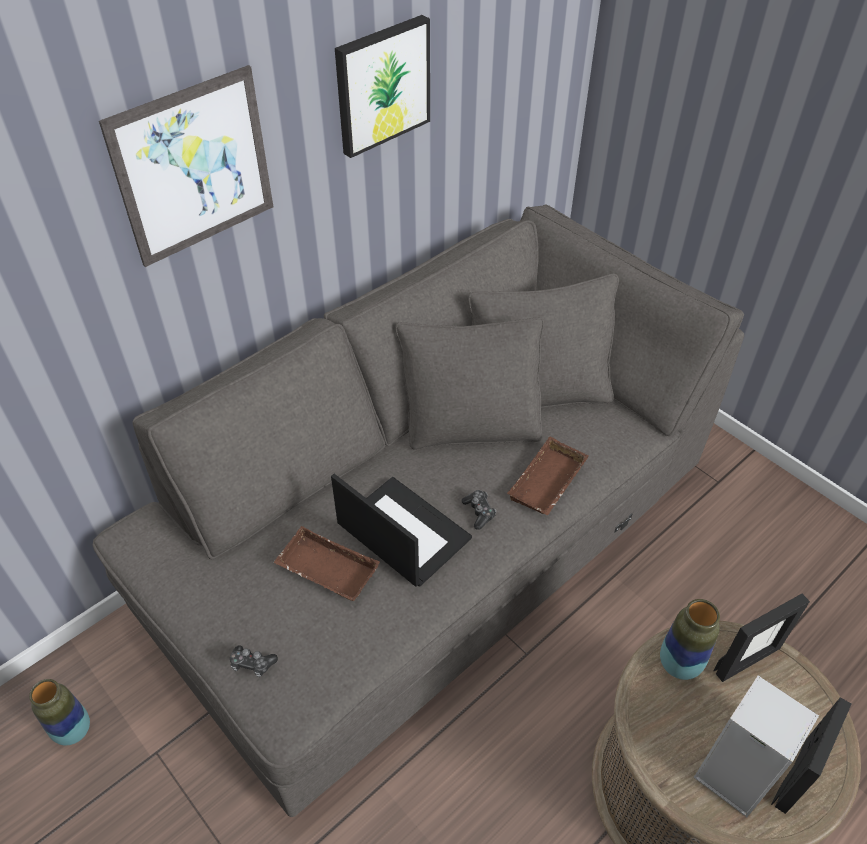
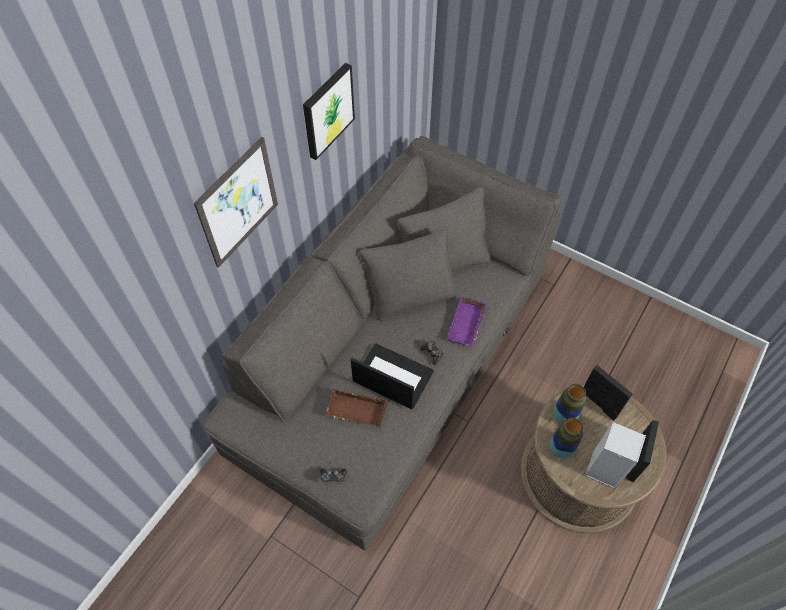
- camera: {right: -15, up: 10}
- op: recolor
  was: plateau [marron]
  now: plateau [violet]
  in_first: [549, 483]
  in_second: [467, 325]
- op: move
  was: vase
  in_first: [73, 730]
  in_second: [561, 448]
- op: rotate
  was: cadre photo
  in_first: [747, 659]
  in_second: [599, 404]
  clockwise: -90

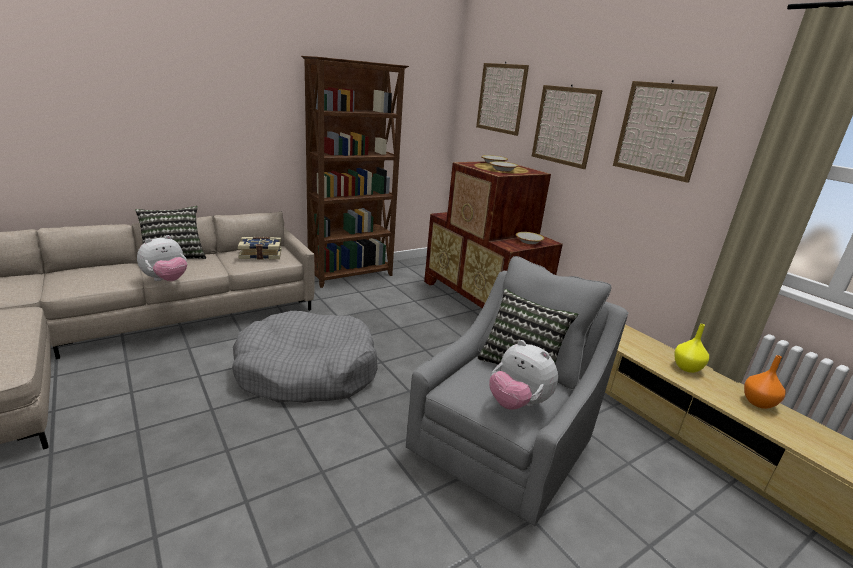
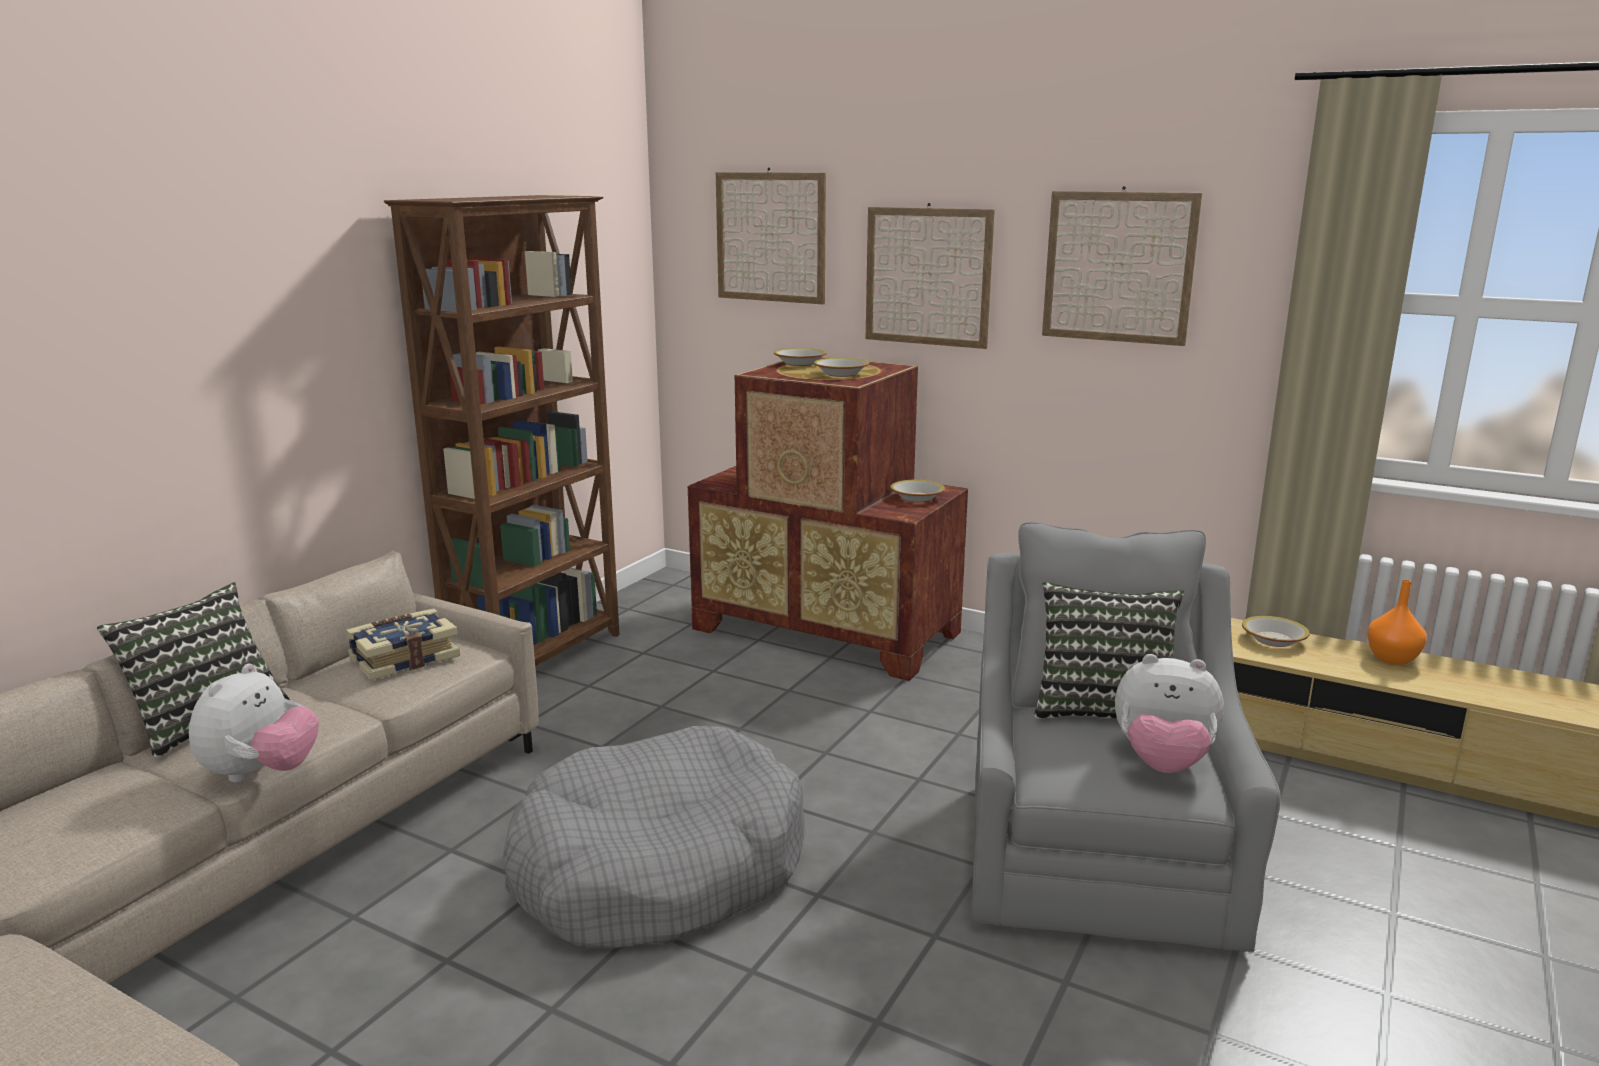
- camera: {right: -25, up: -5}
- op: replace
  was: vase [jaune]
  now: bol
  in_first: [687, 368]
  in_second: [1274, 640]

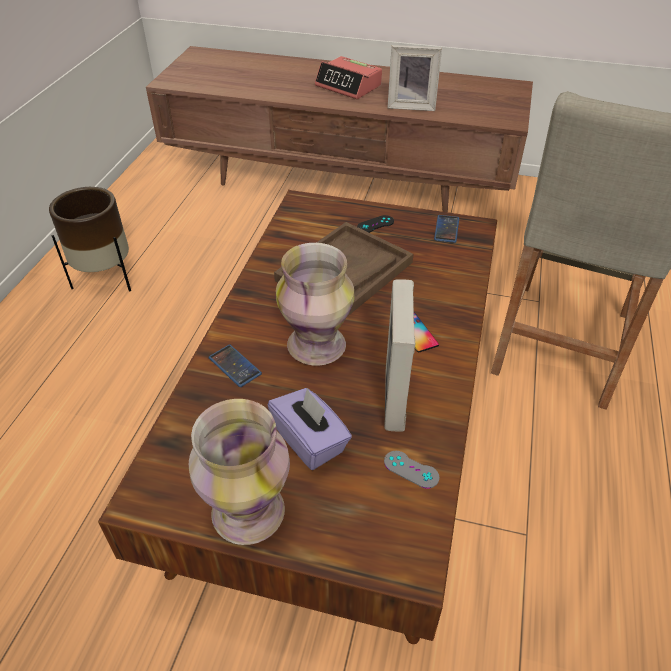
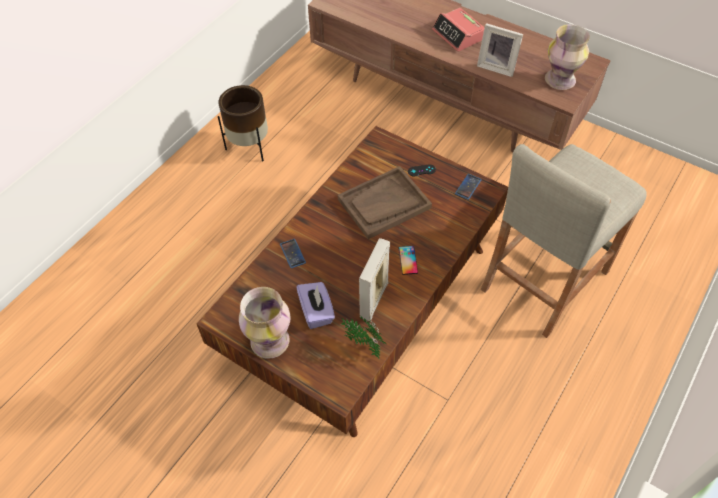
- camera: {right: 20, up: 10}
- op: replace
  was: manette [gris]
  now: plante en pot
  in_first: [411, 469]
  in_second: [363, 344]
- op: move
  was: vase
  in_first: [318, 345]
  in_second: [560, 80]

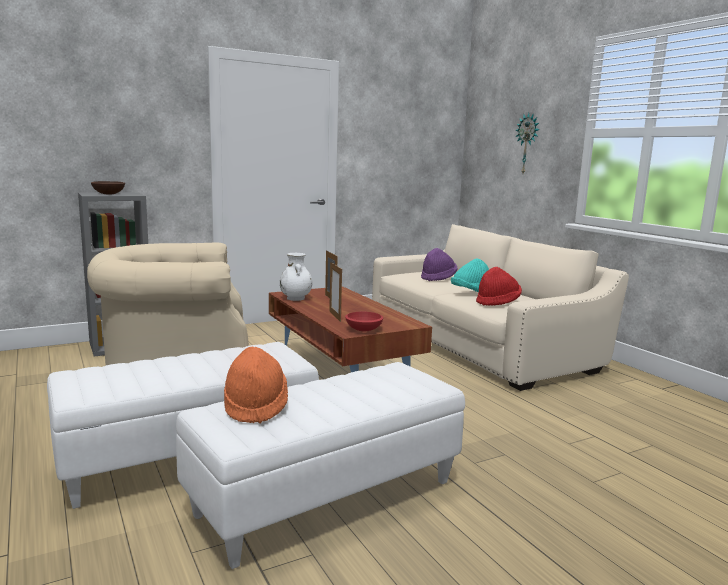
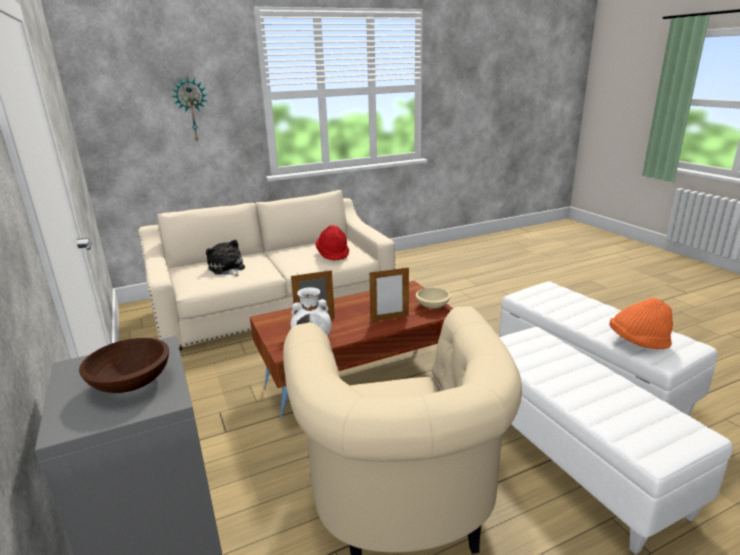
- camera: {right: -85, up: 10}
- op: replace
  was: chapeau [violet]
  now: peluche
  in_first: [438, 278]
  in_second: [227, 269]
- op: recolor
  was: bol [rouge]
  now: bol [beige]
  in_first: [363, 329]
  in_second: [433, 306]
- op: delete
  was: chapeau [turquoise]
  in_first: [470, 293]

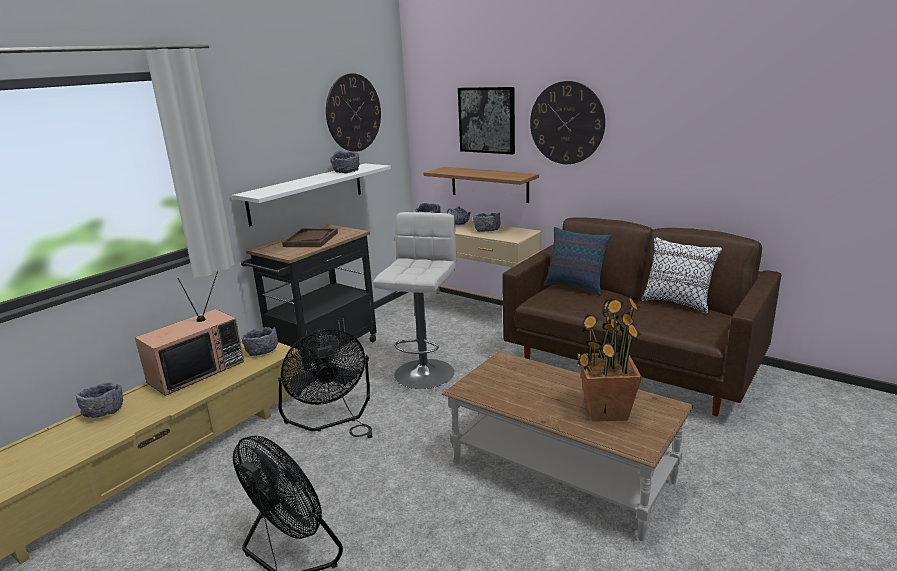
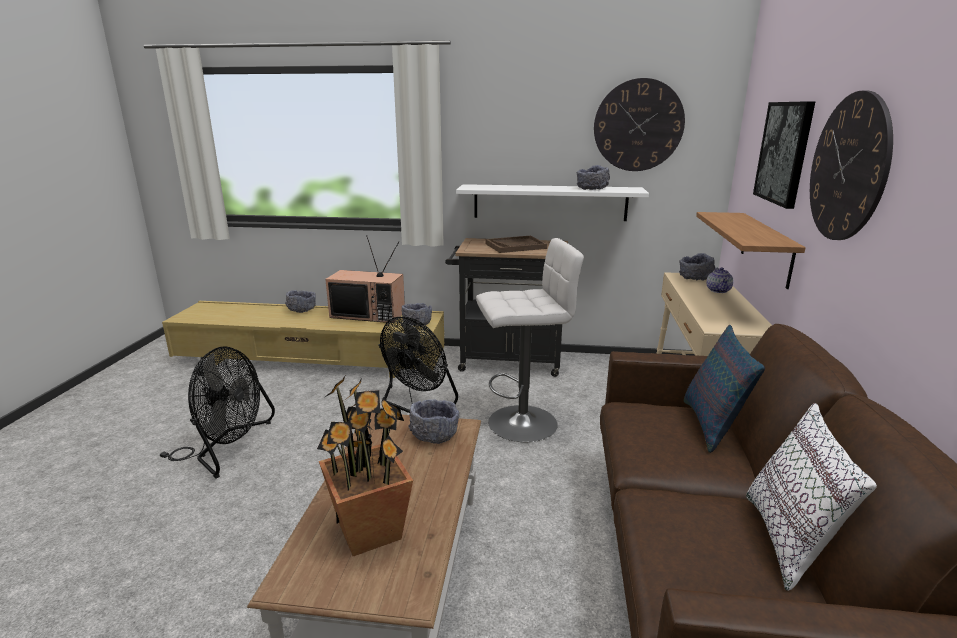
- camera: {right: 60, up: 0}
- op: move
  was: bol [gris]
  in_first: [487, 230]
  in_second: [434, 434]

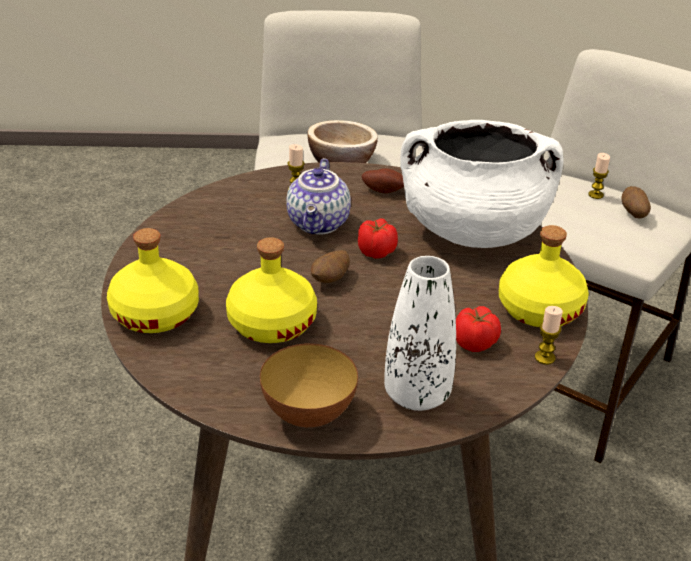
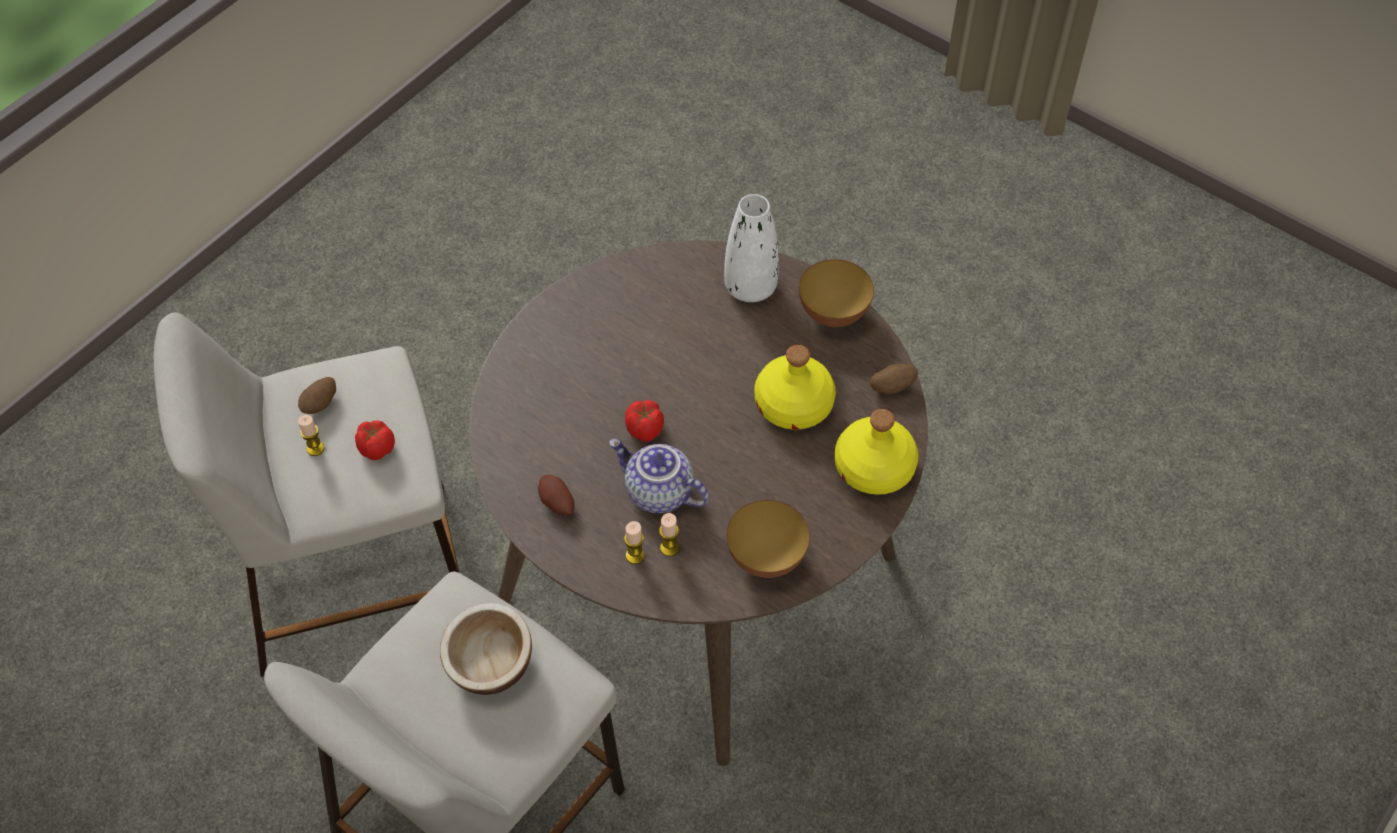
- camera: {right: -140, up: 20}
- op: move
  was: tomate
  in_first: [475, 343]
  in_second: [376, 447]
- op: rotate
  was: théière
  in_first: [319, 224]
  in_second: [657, 493]
  clockwise: -105
- op: move
  was: bougie
  in_first: [544, 358]
  in_second: [669, 548]
- op: insert
  now: bol
  in_second: [766, 558]
- op: move
  was: pomme de terre
  in_first: [330, 280]
  in_second: [892, 387]
- op: delete
  was: marmite [blanc]
  in_first: [473, 230]
- op: delete
  was: bouteille [jaune]
  in_first: [539, 308]

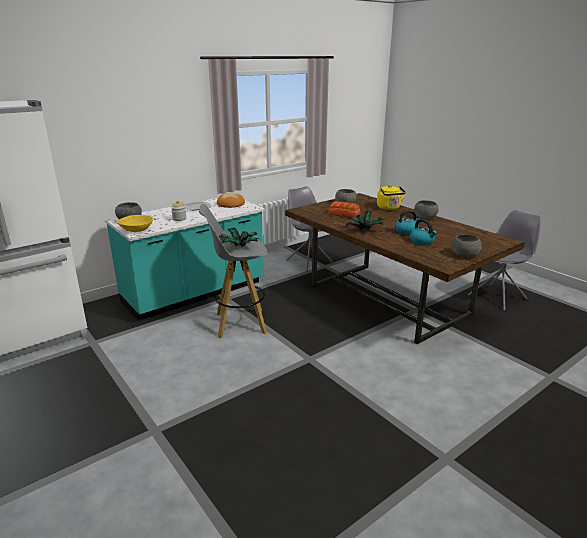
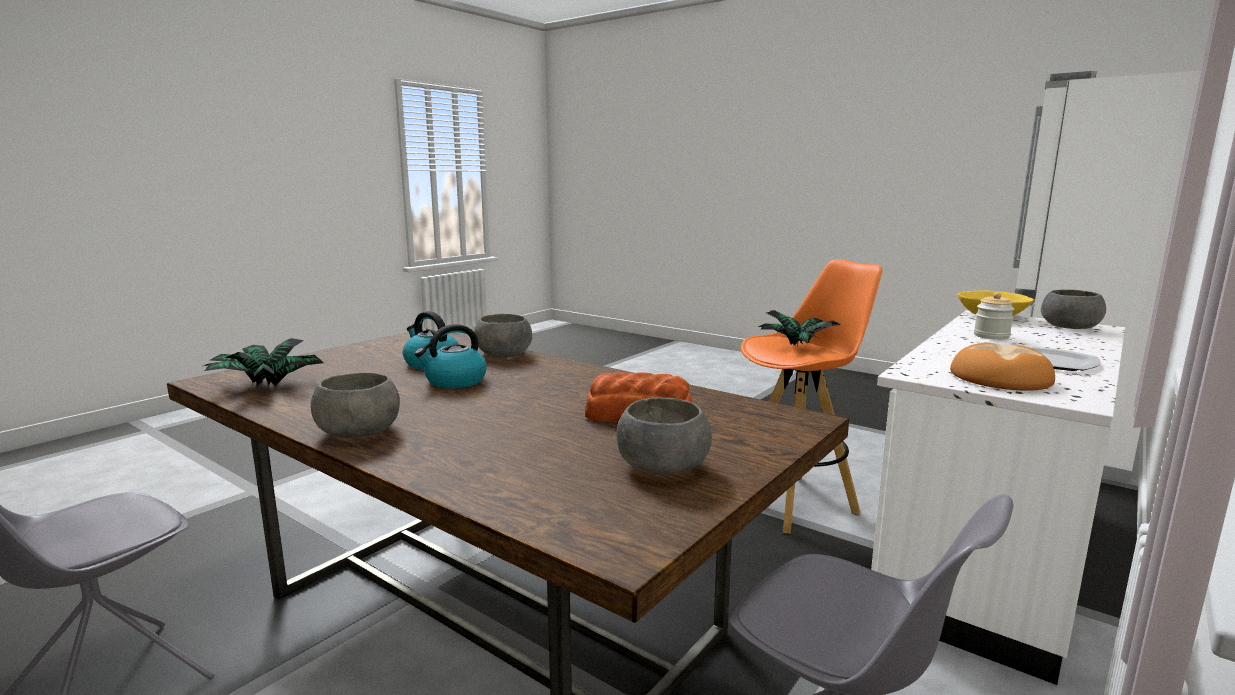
- camera: {right: 165, up: -10}
- op: move
  was: plante en pot
  in_first: [364, 230]
  in_second: [266, 385]
- op: move
  was: bol [gris]
  in_first: [464, 255]
  in_second: [504, 354]
- op: recolor
  was: tabouret [gris]
  now: tabouret [orange]
  in_first: [239, 323]
  in_second: [796, 503]
- op: recolor
  was: comptoir de cuisine [turquoise]
  now: comptoir de cuisine [blanc]
  in_first: [195, 293]
  in_second: [987, 554]
- op: delete
  was: bouilloire [jaune]
  in_first: [389, 208]

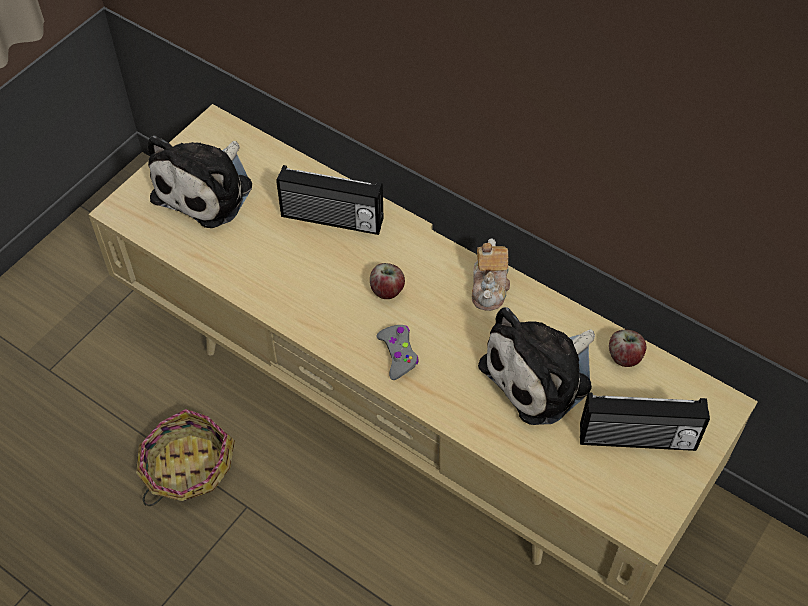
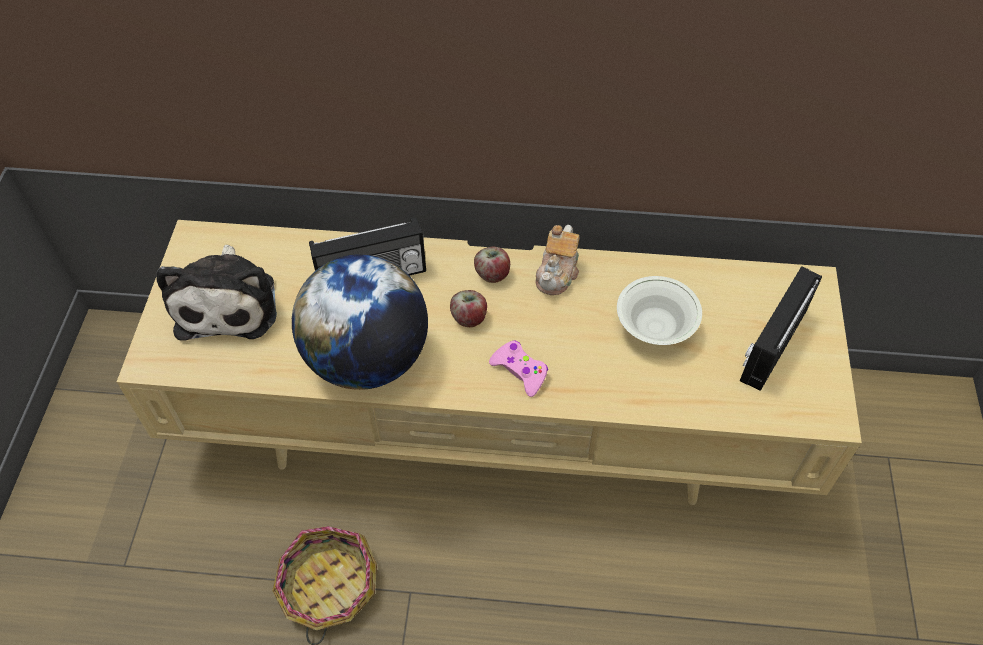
- camera: {right: -30, up: 0}
- op: insert
  now: globe
  in_second: [368, 358]
- op: move
  was: pomme
  in_first: [624, 357]
  in_second: [492, 274]
- op: recolor
  was: manette [gris]
  now: manette [rose]
  in_first: [398, 354]
  in_second: [520, 371]
- op: rotate
  was: théière
  in_first: [490, 287]
  in_second: [557, 273]
  clockwise: 45
- op: replace
  was: peluche
  now: bol [blanc]
  in_first: [541, 374]
  in_second: [655, 328]
- op: rotate
  was: radio
  in_first: [637, 440]
  in_second: [770, 345]
  clockwise: 150

